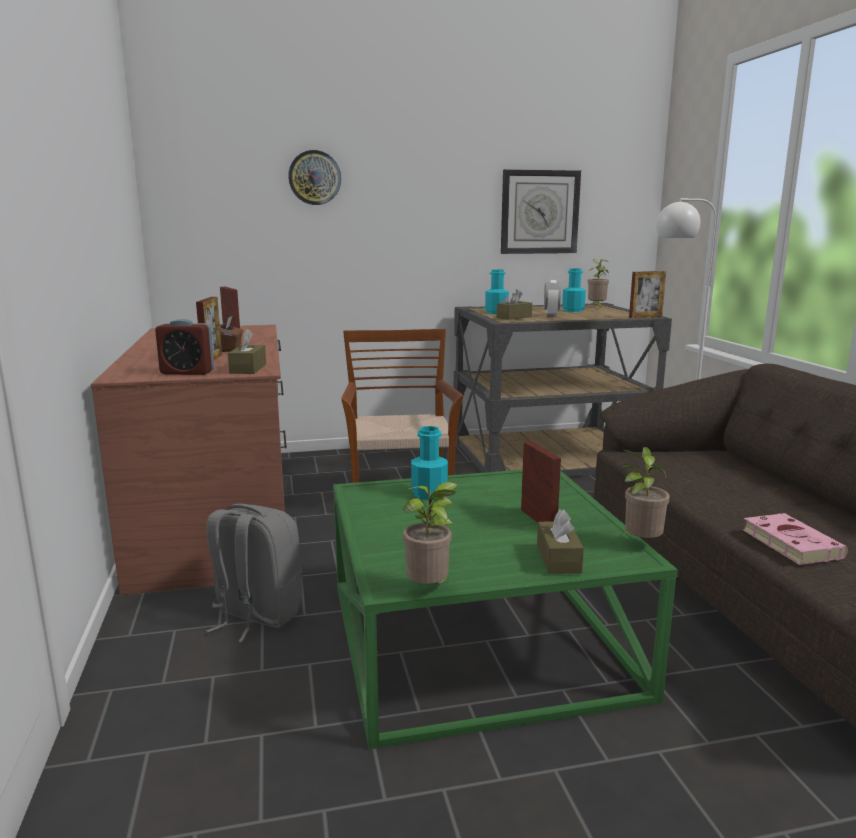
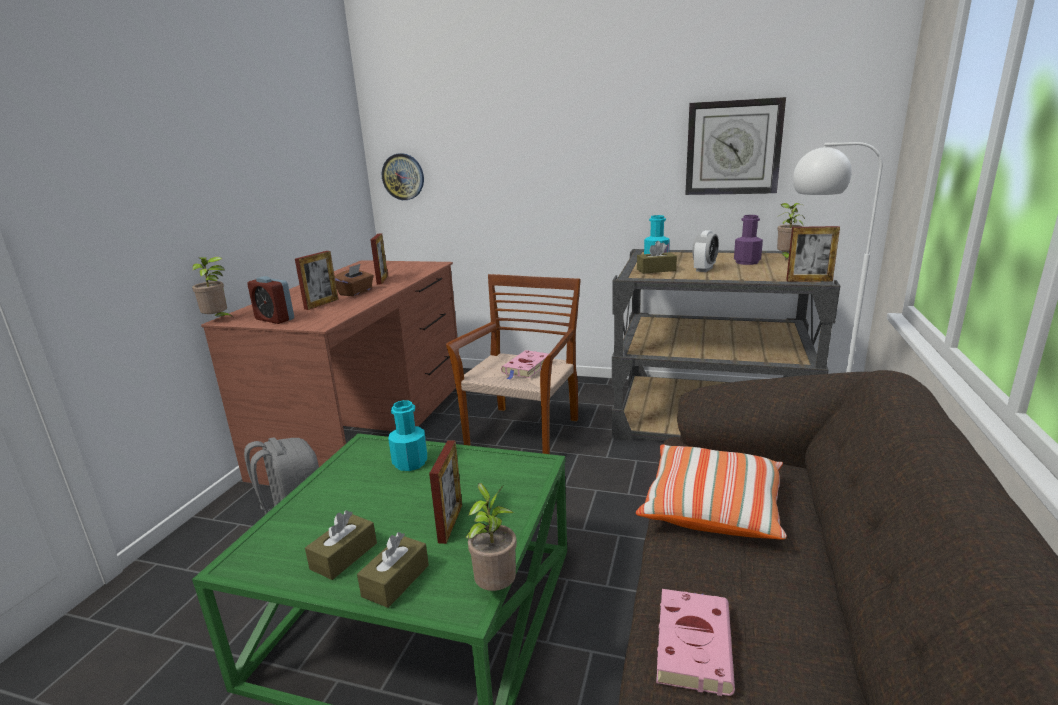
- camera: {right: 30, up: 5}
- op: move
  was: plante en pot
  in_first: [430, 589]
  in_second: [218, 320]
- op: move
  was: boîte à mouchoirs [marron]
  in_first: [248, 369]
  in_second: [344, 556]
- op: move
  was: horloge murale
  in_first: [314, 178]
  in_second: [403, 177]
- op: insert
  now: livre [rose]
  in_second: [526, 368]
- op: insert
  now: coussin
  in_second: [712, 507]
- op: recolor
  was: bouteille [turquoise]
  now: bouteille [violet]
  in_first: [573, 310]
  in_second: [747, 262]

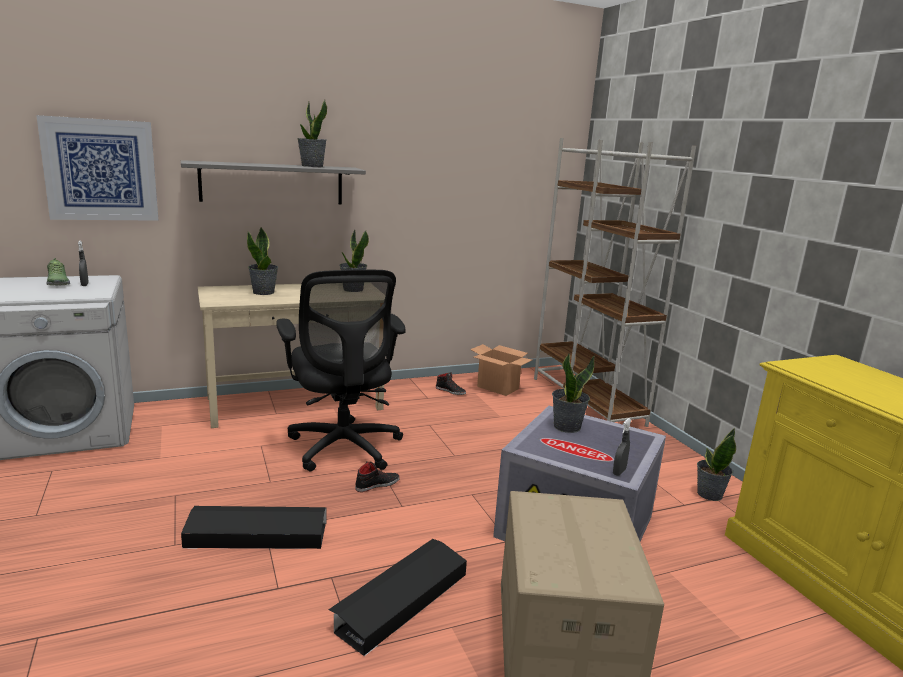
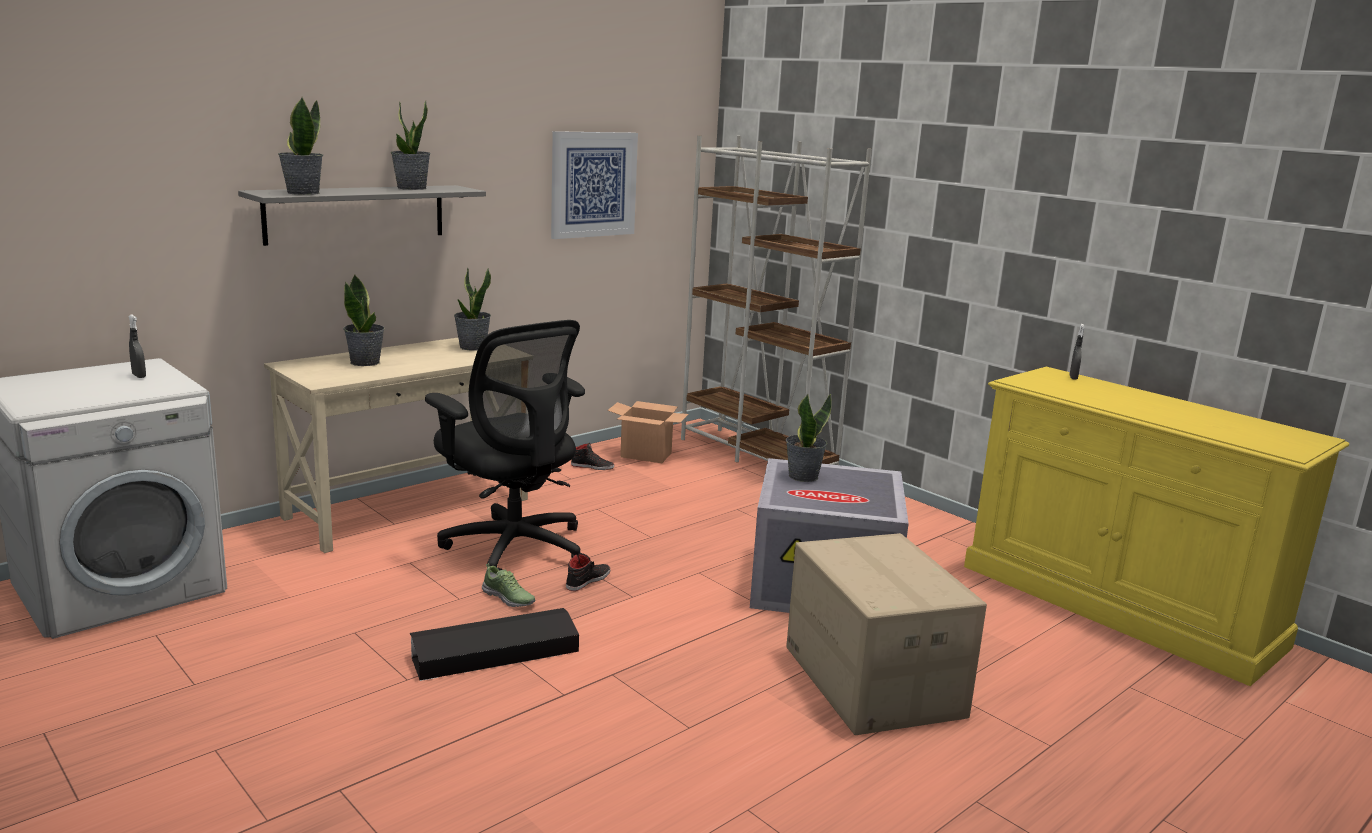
- camera: {right: -20, up: 0}
- op: move
  was: plante en pot
  in_first: [709, 494]
  in_second: [302, 193]
- op: move
  was: chaussure
  in_first: [57, 282]
  in_second: [509, 598]
- op: move
  was: tableau
  in_first: [101, 170]
  in_second: [593, 184]
- op: move
  was: vaporisateur [gris]
  in_first: [619, 472]
  in_second: [1073, 377]
- op: delete
  was: boîte de rangement [noir]
  in_first: [400, 600]

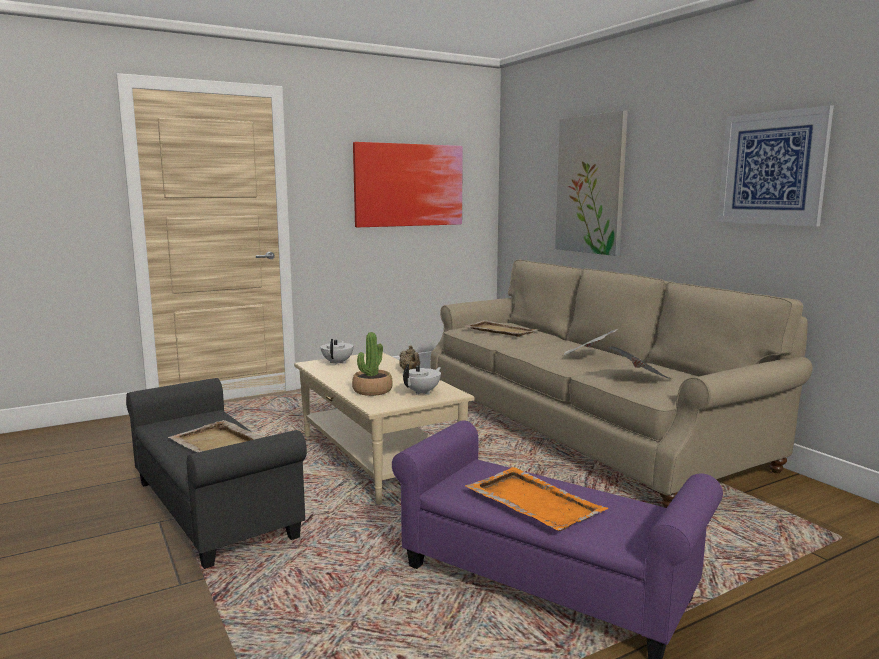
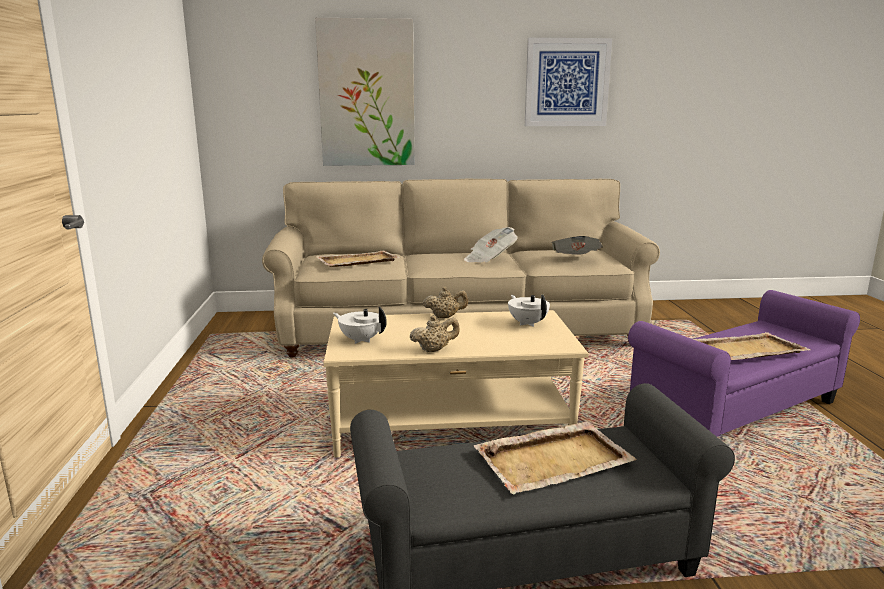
- camera: {right: -65, up: 5}
- op: insert
  now: théière [beige]
  in_second: [434, 350]
- op: recolor
  was: plateau [orange]
  now: plateau [beige]
  in_first: [533, 502]
  in_second: [747, 350]
- op: delete
  was: plante en pot
  in_first: [372, 390]
- op: delete
  was: tableau
  in_first: [409, 185]

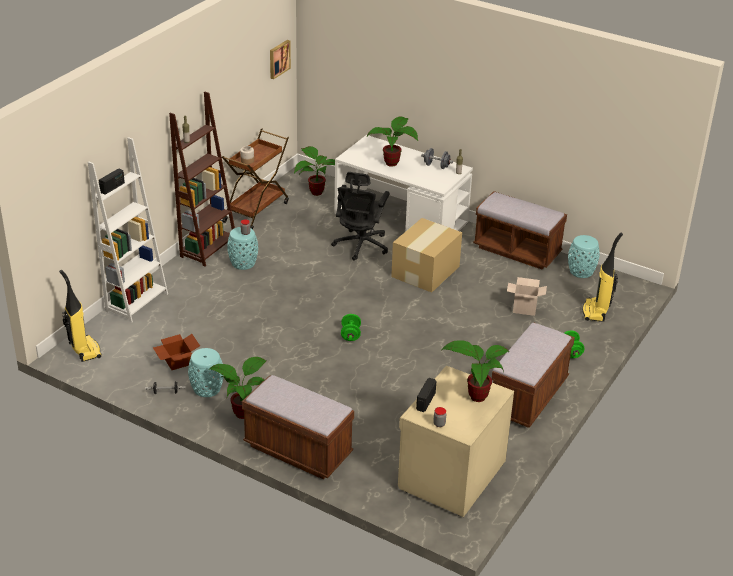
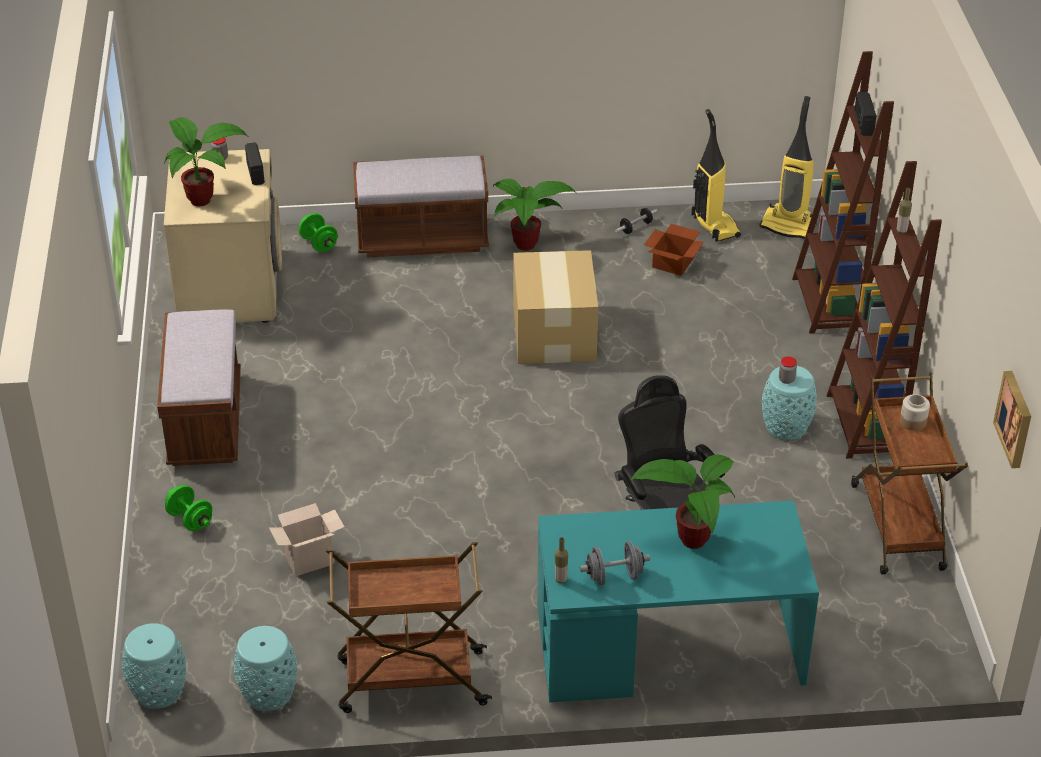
- camera: {right: 145, up: 5}
- op: move
  was: tabouret [turquoise]
  in_first: [207, 389]
  in_second: [158, 691]
- op: move
  was: haltère [vert]
  in_first: [350, 335]
  in_second: [319, 244]
- op: replace
  was: banc [marron]
  now: chariot [marron]
  in_first: [517, 251]
  in_second: [411, 682]
- op: move
  was: carton
  in_first: [424, 272]
  in_second: [555, 332]
- op: recolor
  was: bureau [blanc]
  now: bureau [turquoise]
  in_first: [401, 218]
  in_second: [669, 648]
- op: move
  was: aspirateur
  in_first: [595, 312]
  in_second: [714, 226]
- op: recolor
  was: bibliothèque [blanc]
  now: bibliothèque [marron]
  in_first: [136, 302]
  in_second: [827, 304]
- op: delete
  was: plante en pot
  in_first: [315, 192]

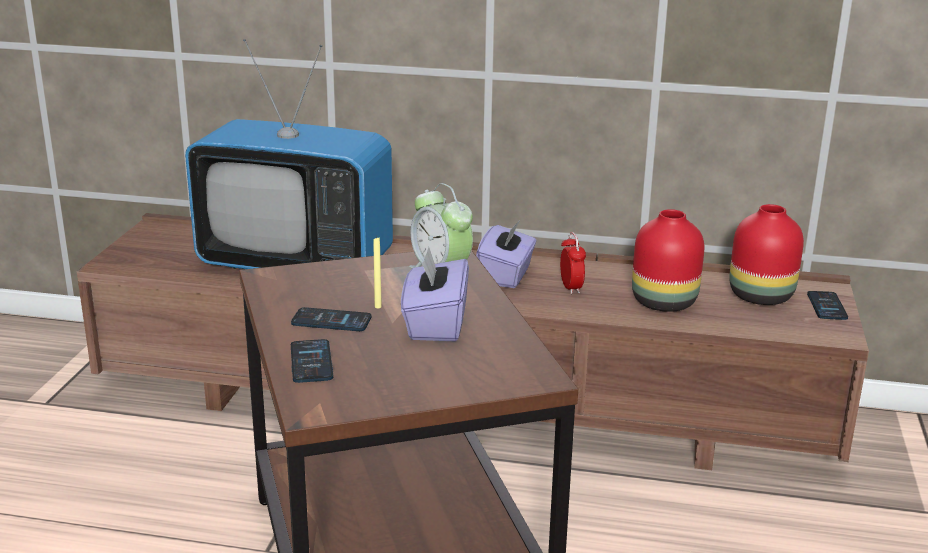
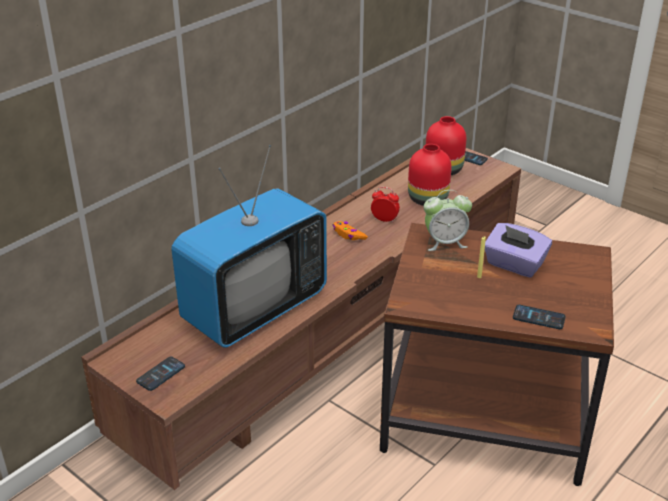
- camera: {right: -60, up: 10}
- op: move
  was: téléphone
  in_first: [331, 321]
  in_second: [161, 374]
- op: replace
  was: boîte à mouchoirs [violet]
  now: manette [orange]
  in_first: [506, 275]
  in_second: [348, 235]

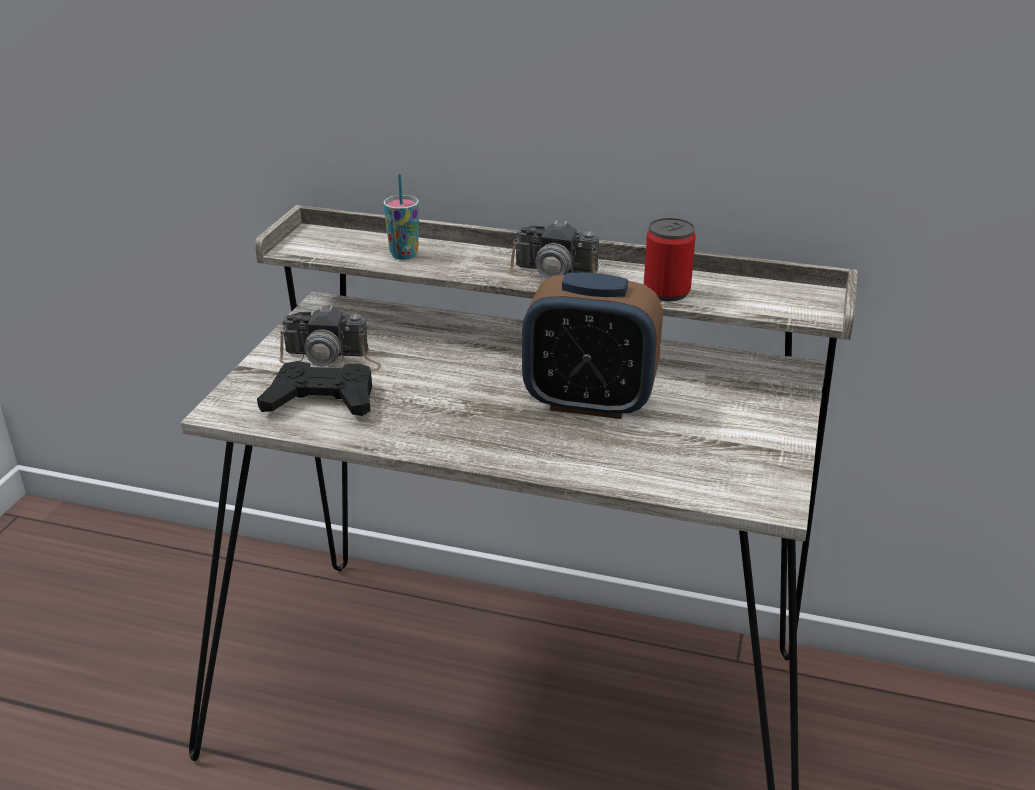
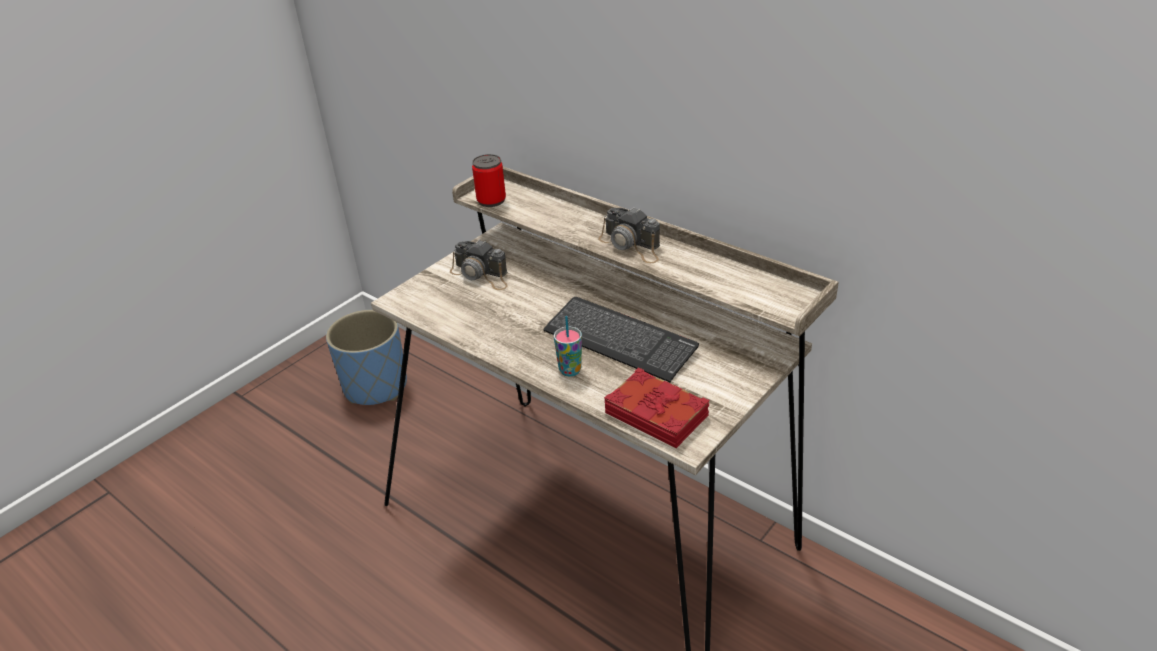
- camera: {right: 25, up: 5}
- op: insert
  now: cache-pot [bleu]
  in_second: [375, 387]
- op: move
  was: boîte métallique
  in_first: [666, 292]
  in_second: [491, 200]
- op: replace
  was: réveil
  now: clavier
  in_first: [589, 402]
  in_second: [619, 341]
- op: move
  was: tasse
  in_first: [404, 255]
  in_second: [570, 370]
- op: insert
  now: livre [rouge]
  in_second: [657, 413]
- op: delete
  was: manette [noir]
  in_first: [321, 400]

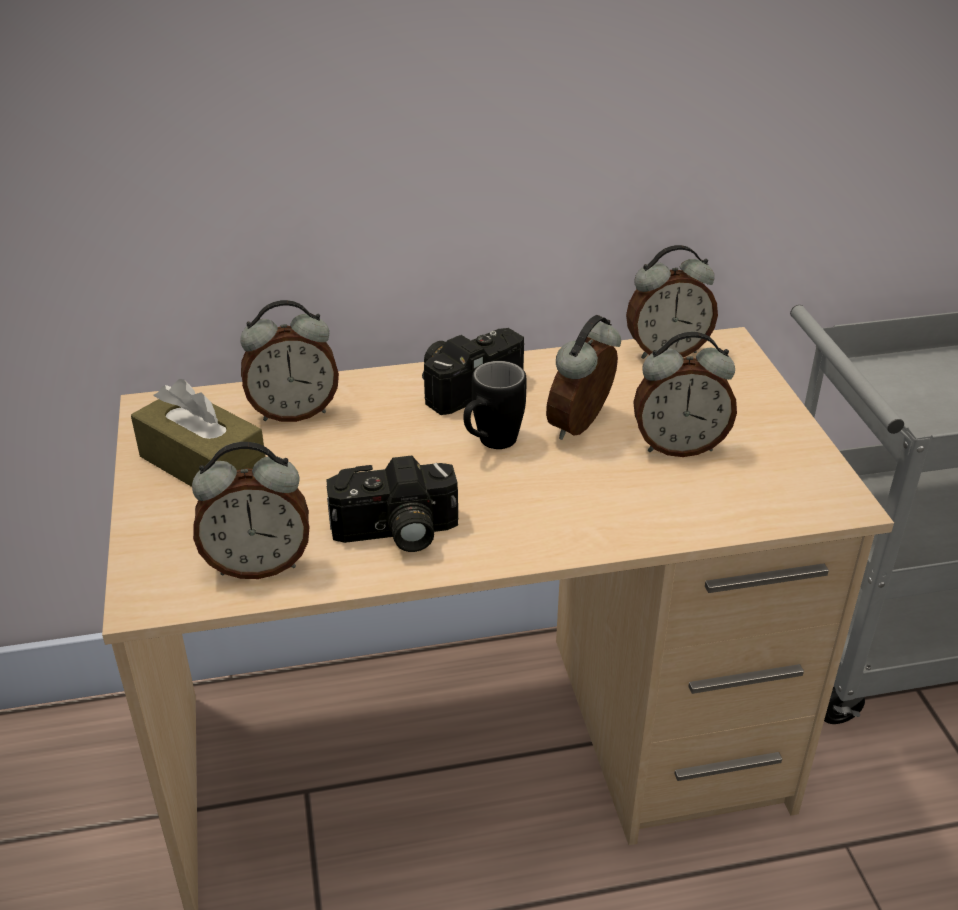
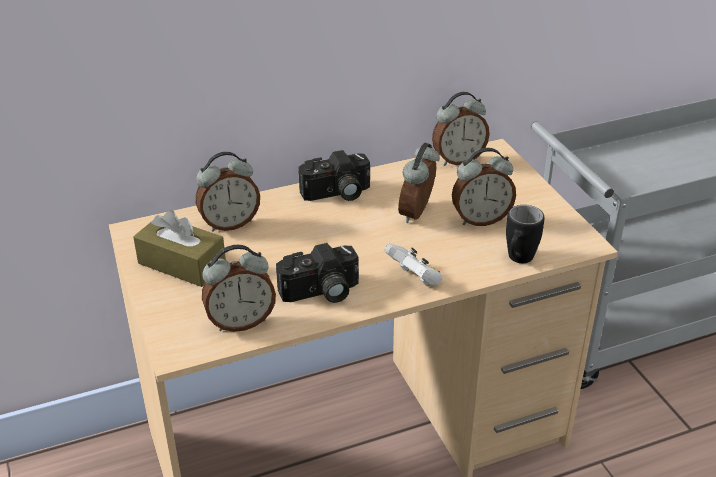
- camera: {right: -10, up: 0}
- op: rotate
  was: appareil photo
  in_first: [467, 384]
  in_second: [337, 194]
  clockwise: -150
- op: insert
  now: manette [blanc]
  in_second: [414, 279]
- op: move
  was: mug [noir]
  in_first: [490, 445]
  in_second: [518, 261]

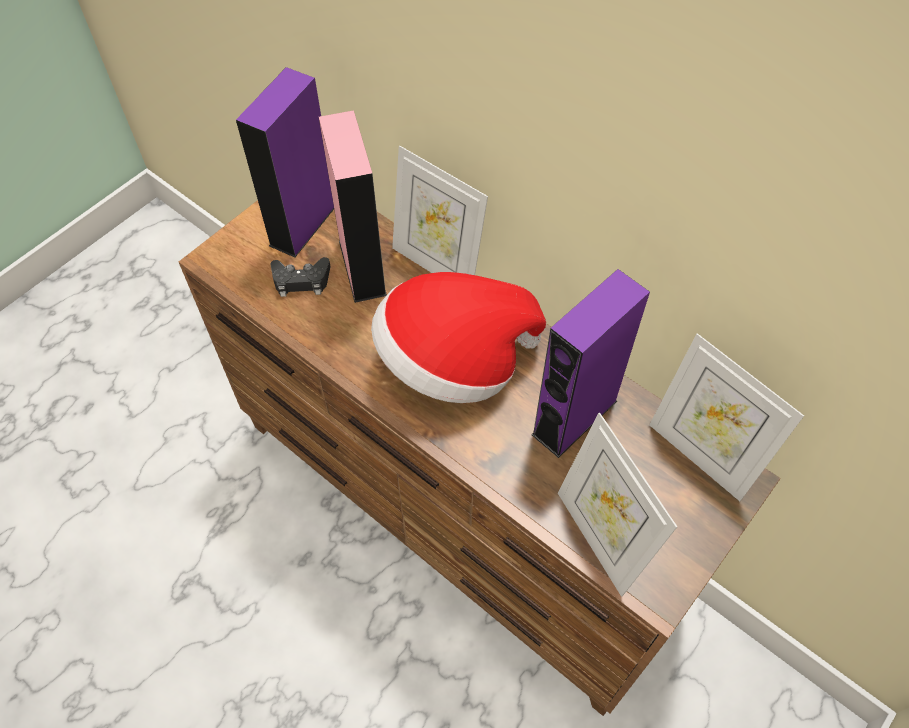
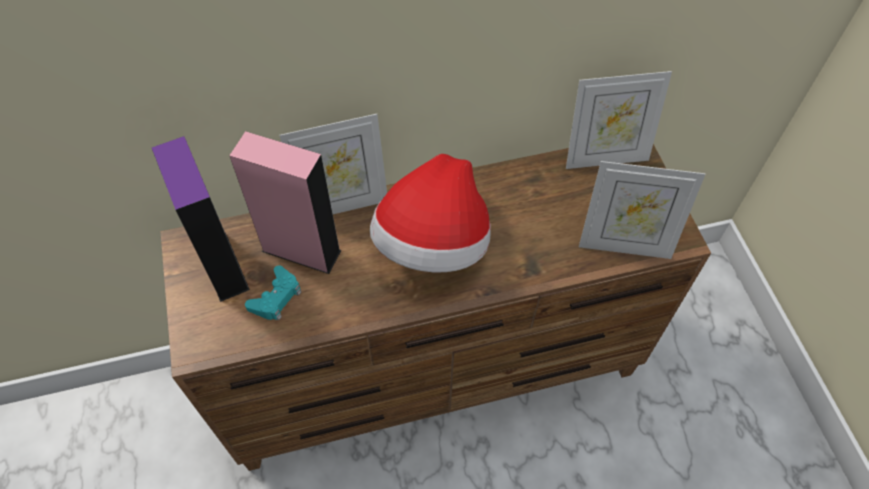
- camera: {right: -55, up: 0}
- op: recolor
  was: manette [noir]
  now: manette [turquoise]
  in_first: [301, 280]
  in_second: [276, 297]
- op: delete
  was: enceinte [violet]
  in_first: [574, 417]

